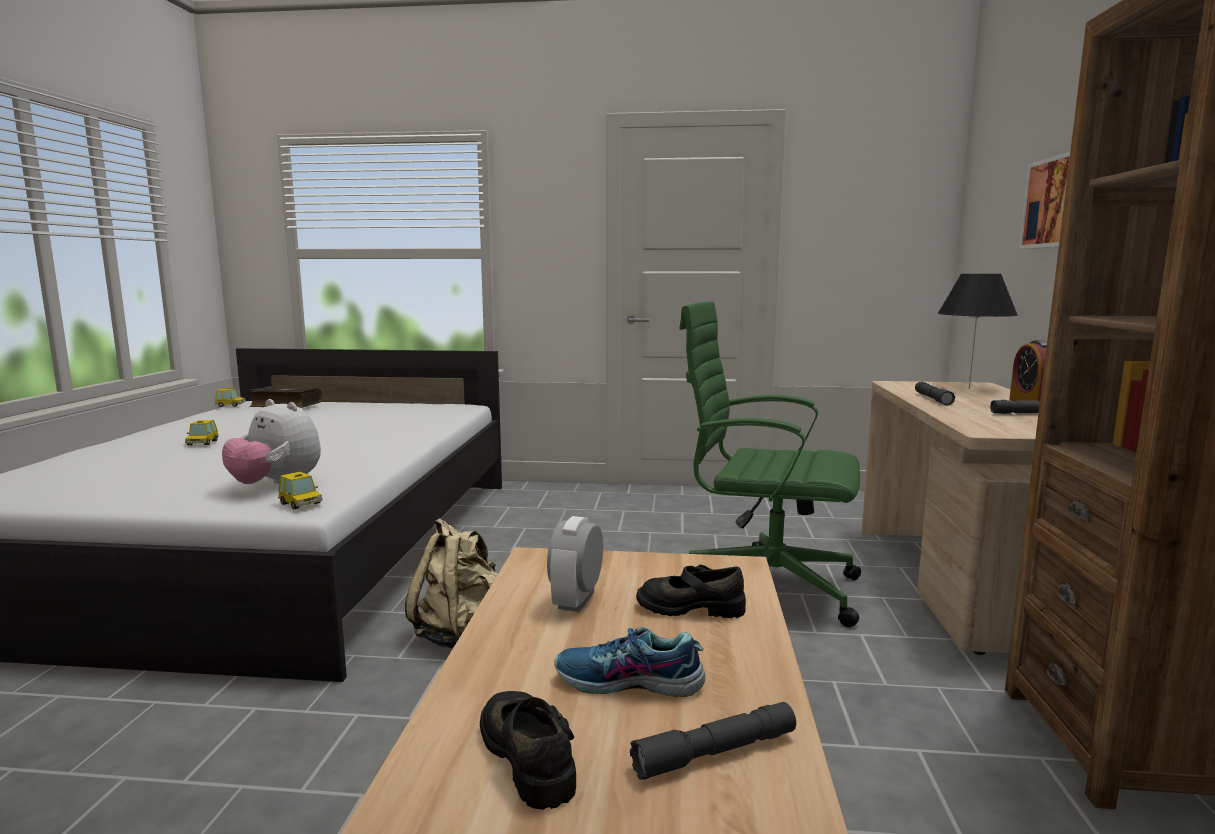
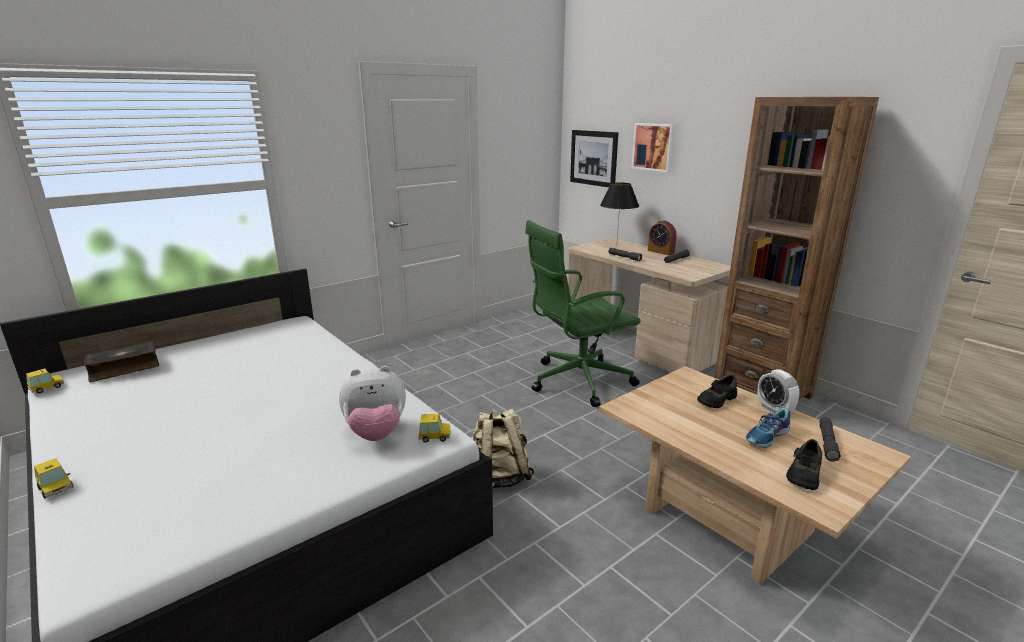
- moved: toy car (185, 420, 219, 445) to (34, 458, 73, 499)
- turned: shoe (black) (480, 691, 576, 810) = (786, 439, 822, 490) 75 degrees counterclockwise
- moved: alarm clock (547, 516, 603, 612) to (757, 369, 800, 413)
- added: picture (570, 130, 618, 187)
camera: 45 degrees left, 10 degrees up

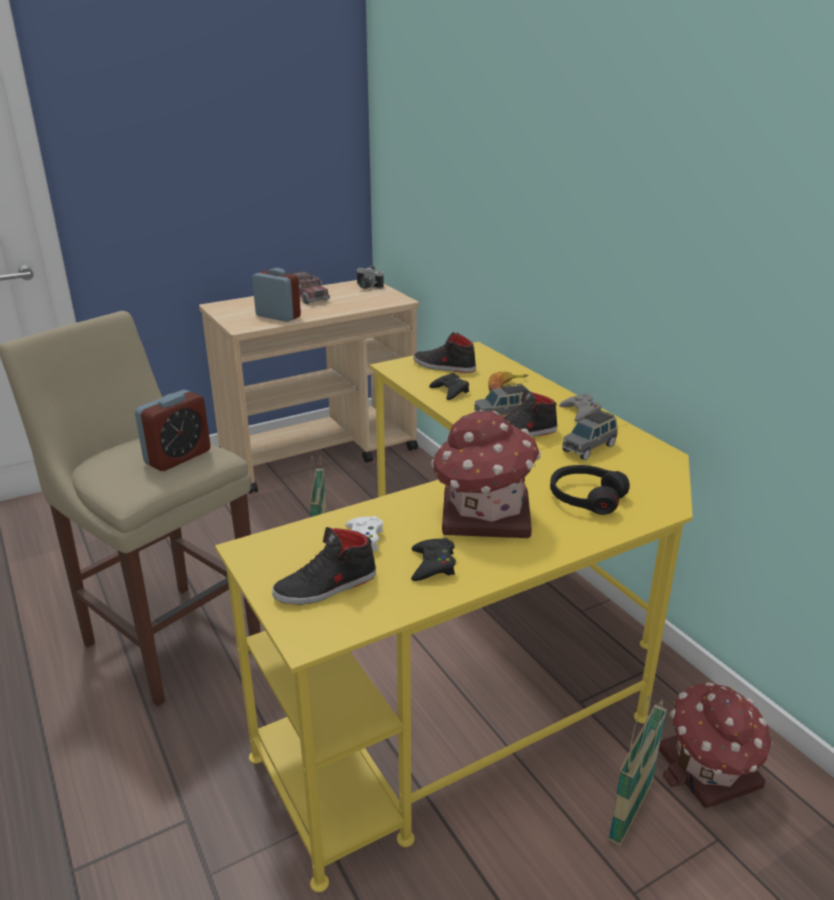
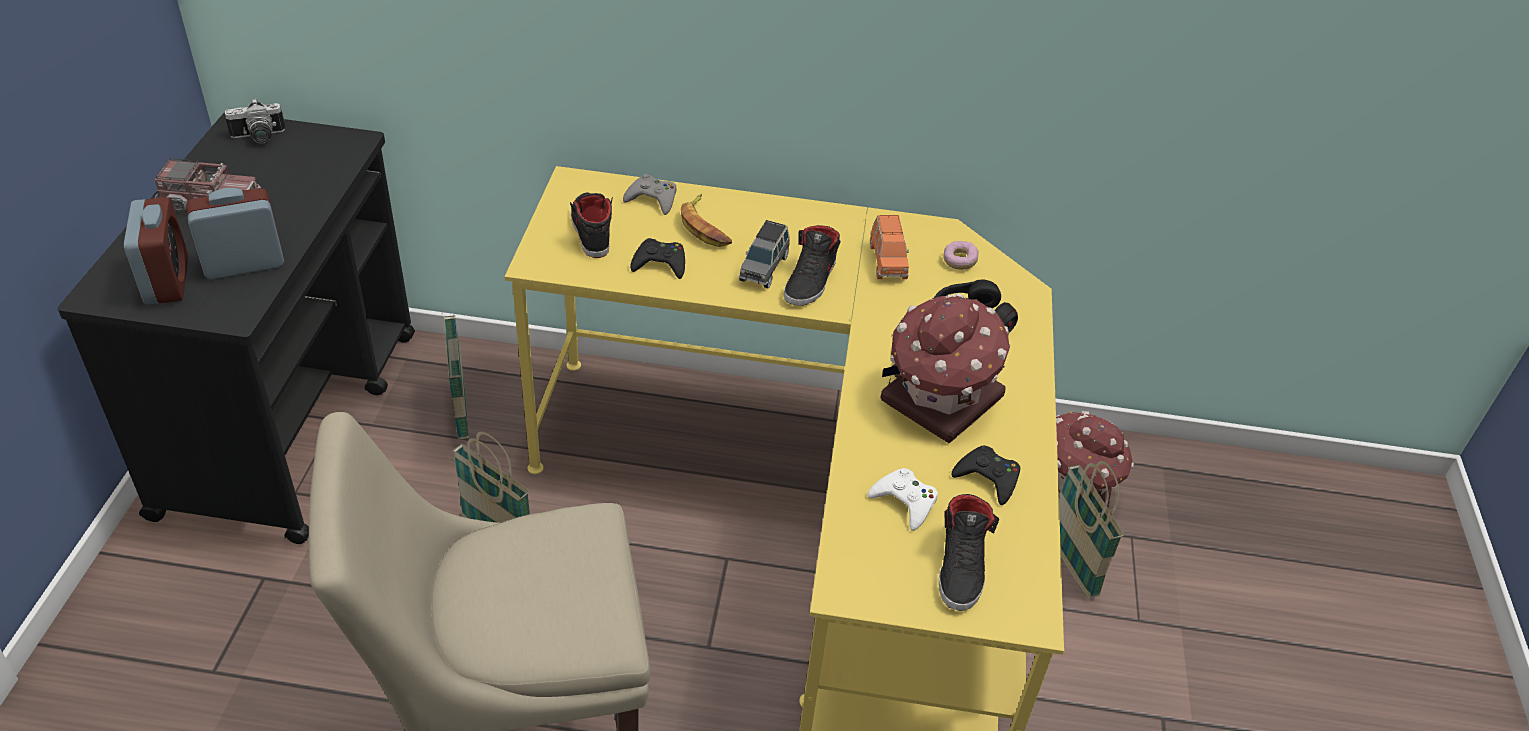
- moved: alarm clock (135, 390, 211, 471) to (124, 197, 188, 305)
- recoloured: cart (beige) (199, 280, 419, 494) to cart (black) (57, 113, 415, 544)
- turned: shoe (black) (413, 332, 476, 373) = (570, 193, 613, 258) 105 degrees clockwise
- moved: game controller (grey) (559, 393, 601, 422) to (623, 174, 676, 215)
- recoloured: toy car (grey) (562, 410, 618, 460) to toy car (orange) (870, 215, 909, 279)
- added: basket (442, 310, 469, 440)
- added: donut (943, 241, 979, 270)
camera: 55 degrees left, 15 degrees up

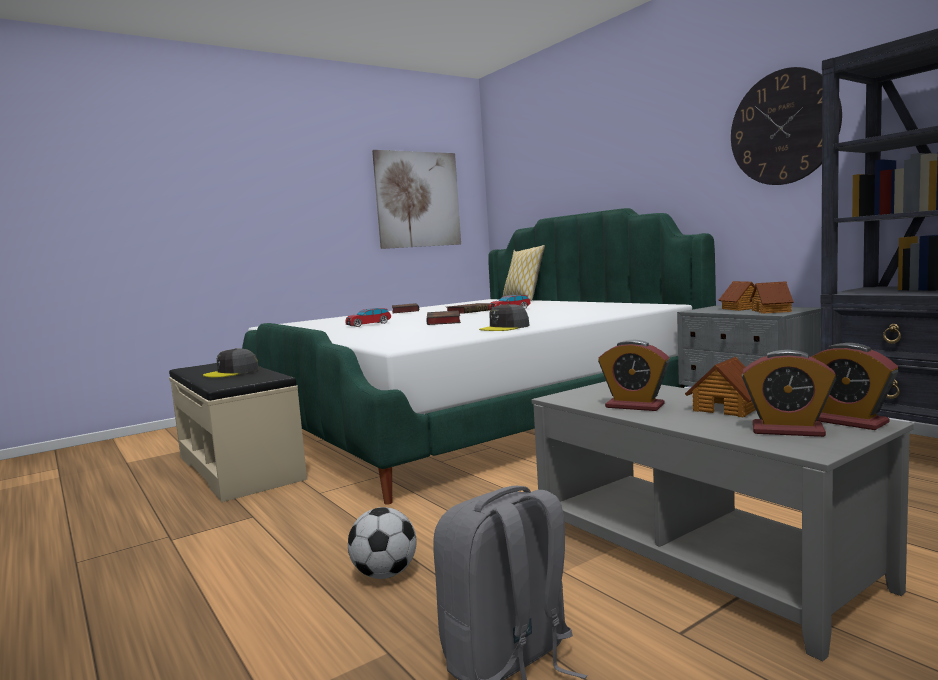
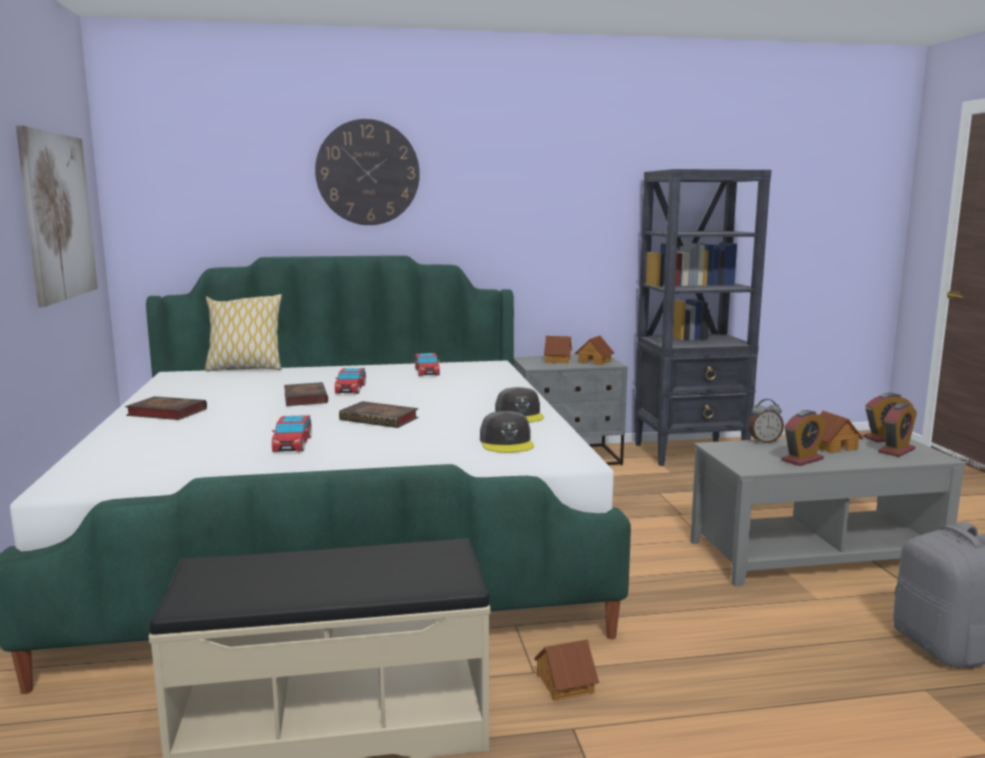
- moved: cap (grey) (203, 348, 259, 377) to (480, 411, 534, 453)
- removed: football (348, 507, 416, 579)
- moved: wall clock (731, 67, 842, 185) to (315, 119, 420, 225)
- added: toy car (415, 353, 440, 376)
- added: toy house (534, 639, 599, 701)
- added: alarm clock (749, 399, 784, 443)
camera: 65 degrees left, 5 degrees up

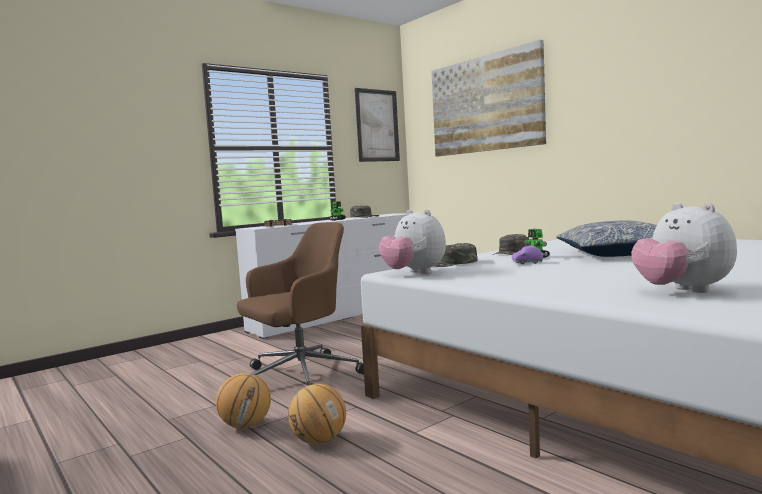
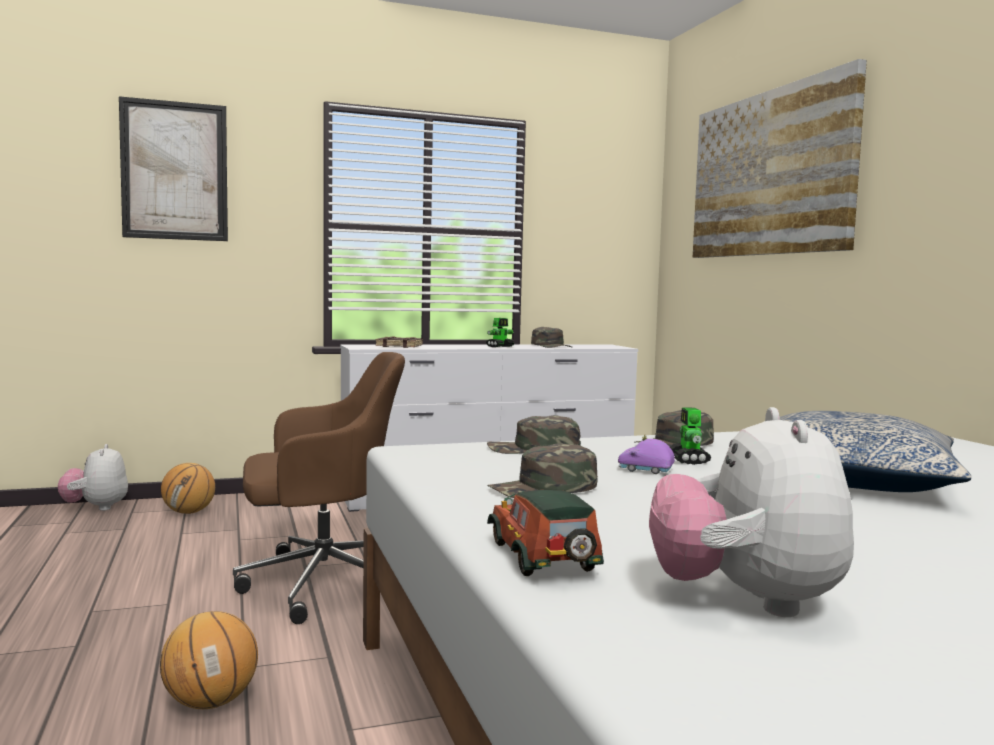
- moved: basketball (216, 373, 271, 428) to (161, 463, 215, 514)
- moved: picture (355, 88, 400, 162) to (119, 96, 228, 241)
- moved: plush toy (379, 210, 446, 274) to (58, 444, 128, 511)
- added: cap (green) (487, 444, 598, 498)
- added: toy car (487, 490, 604, 576)
camera: 20 degrees right, 0 degrees up

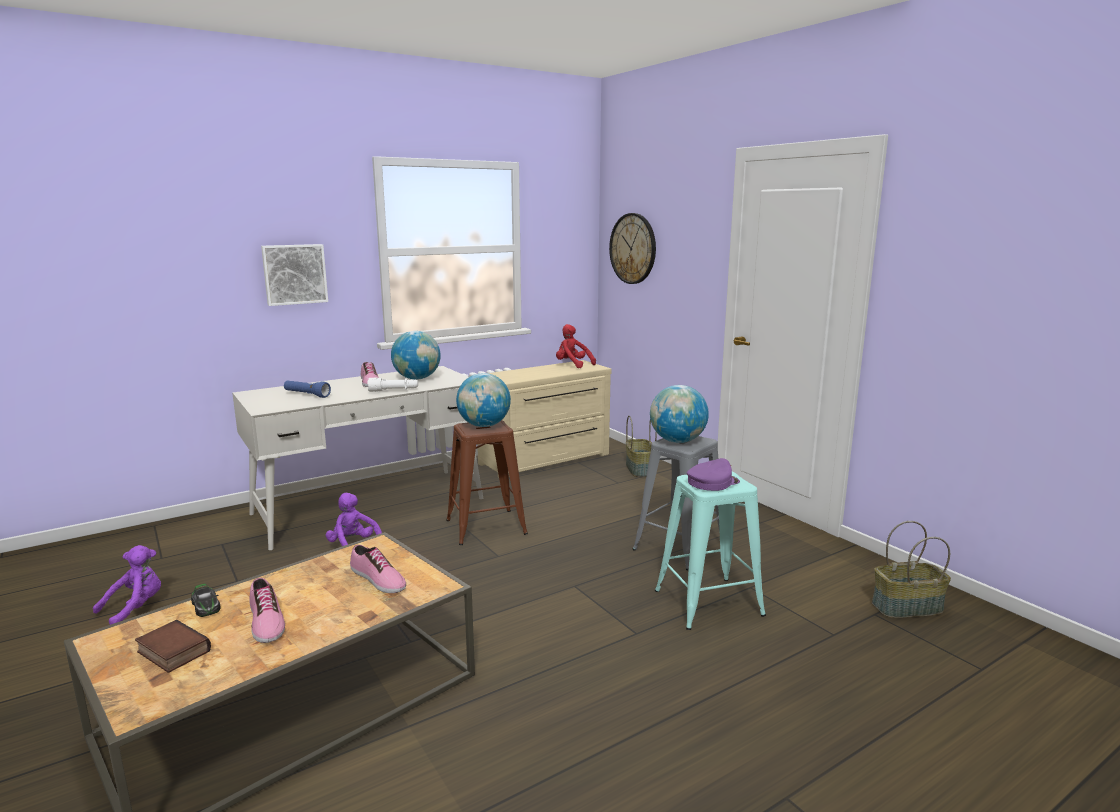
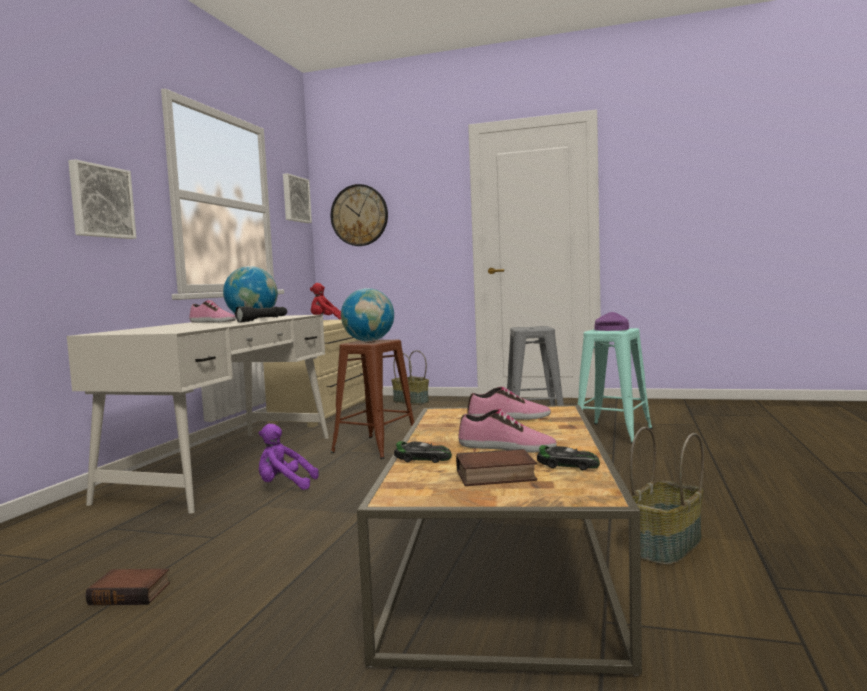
- replaced: plush toy (purple) (93, 545, 161, 625) to book (86, 569, 170, 605)
- removed: flashlight (blue) (284, 381, 331, 398)
- recoloured: flashlight (white) (367, 378, 418, 392) to flashlight (black) (235, 306, 287, 322)
- removed: globe (650, 385, 709, 443)
- moved: basket (872, 521, 951, 618) to (630, 427, 704, 565)
- added: picture (283, 173, 312, 223)
- added: toy car (537, 445, 600, 470)
camera: 40 degrees left, 10 degrees down

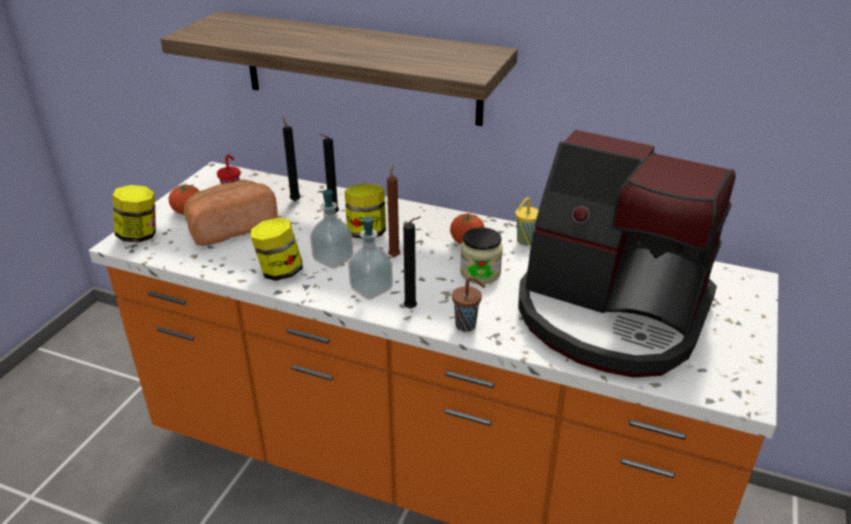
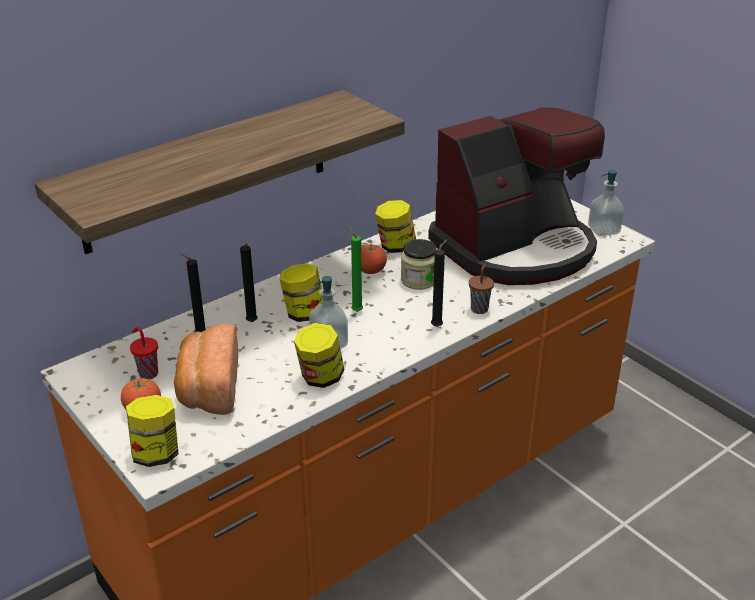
- moved: soap dispenser (348, 217, 393, 300) to (588, 170, 624, 236)
- recoloured: candle (brown) (387, 164, 400, 257) to candle (green) (347, 226, 363, 312)
- replaced: cup (yellow) (515, 197, 539, 246) to jar (375, 200, 416, 253)
camera: 60 degrees left, 0 degrees up

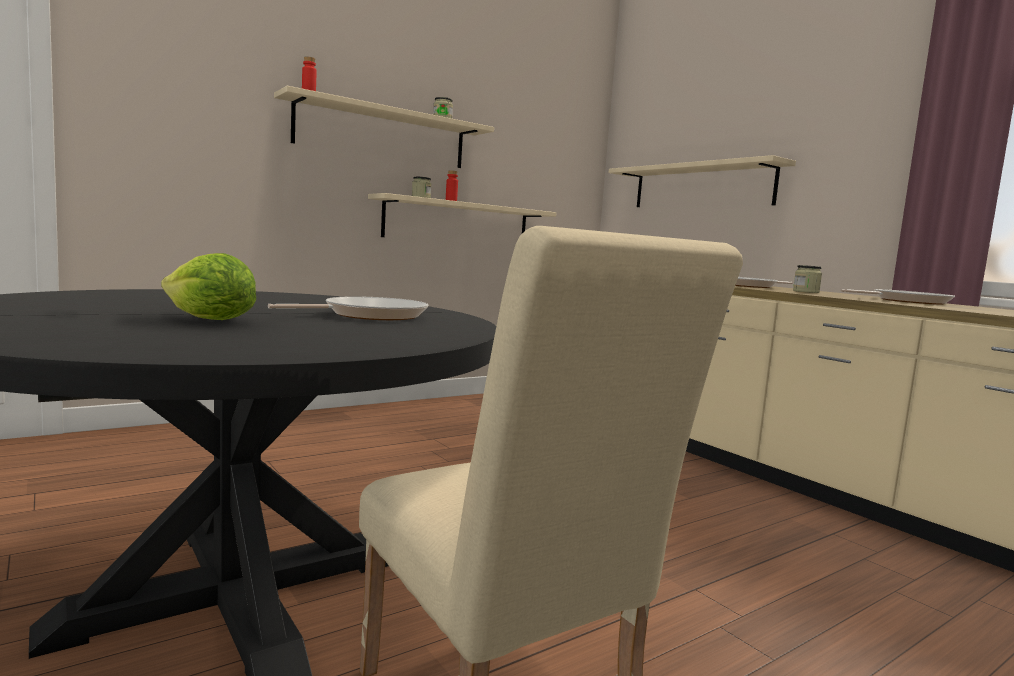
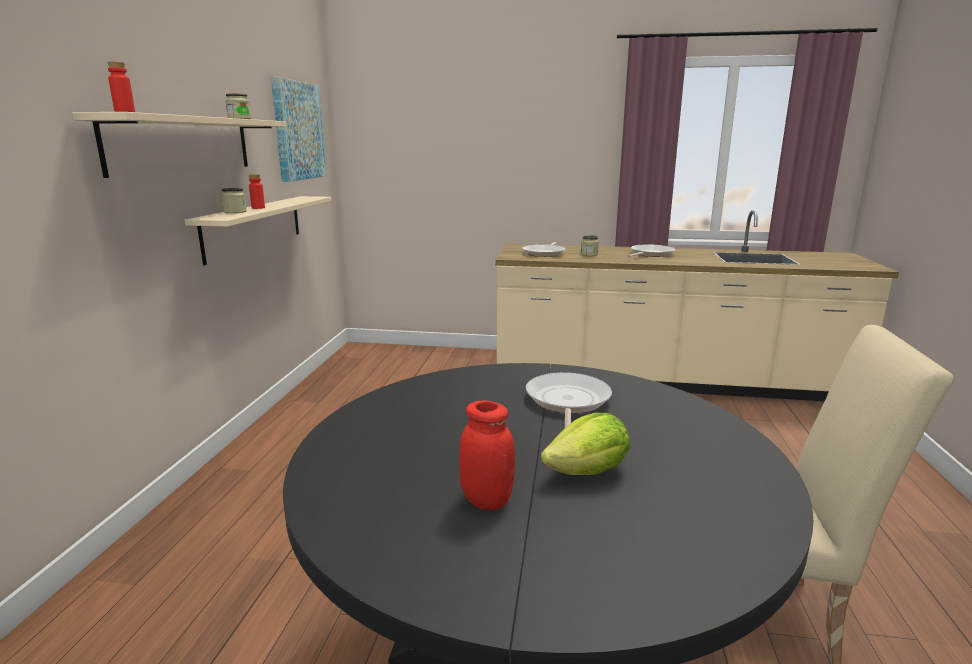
- removed: shelf (beige) (609, 155, 796, 207)
- added: picture (271, 77, 327, 182)
- added: jar (red) (459, 401, 515, 510)
camera: 45 degrees left, 10 degrees up

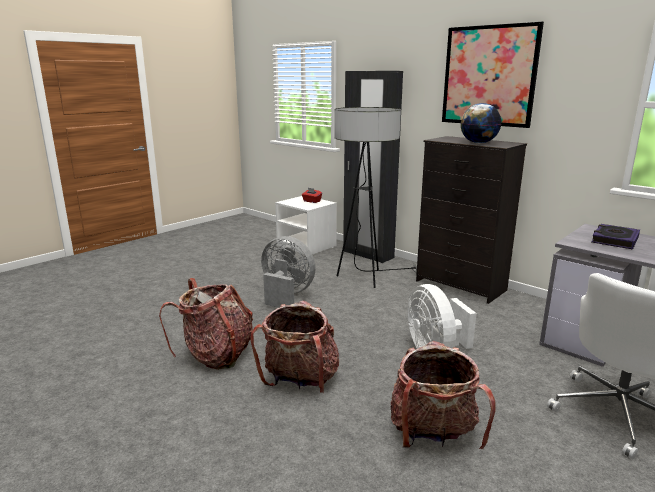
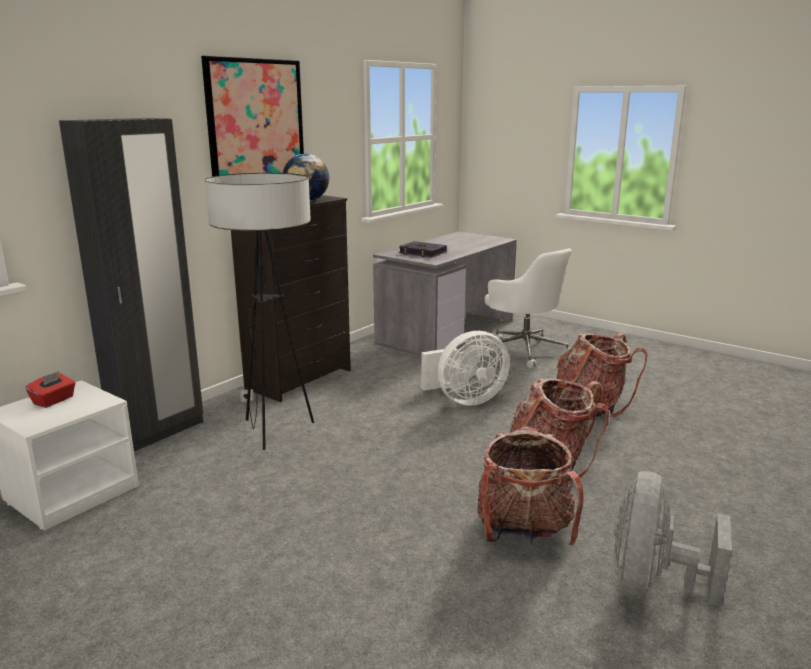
- moved: fan (grey) (261, 236, 316, 308) to (614, 471, 732, 607)
camera: 95 degrees left, 0 degrees up

